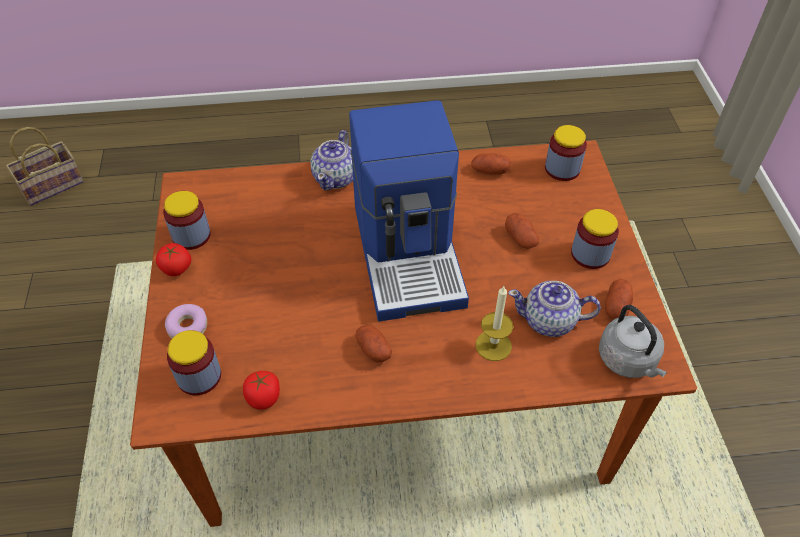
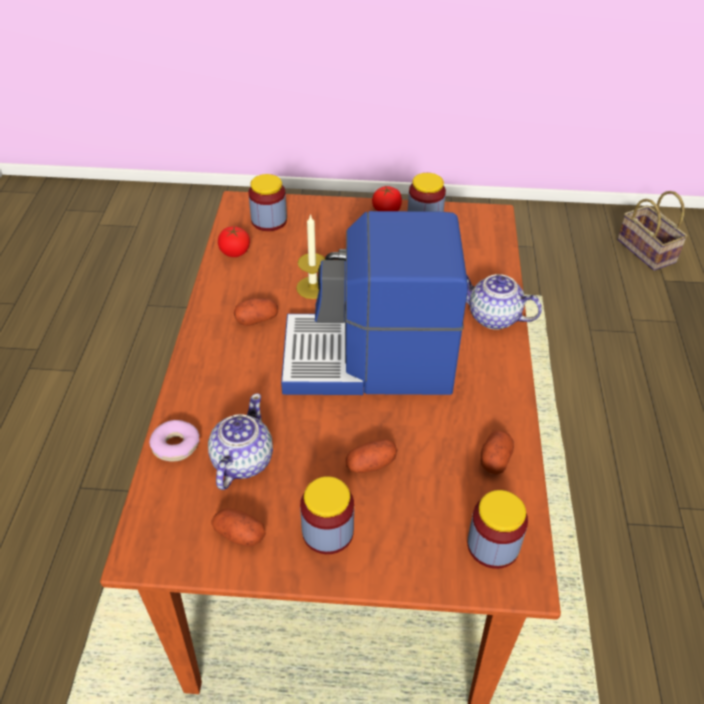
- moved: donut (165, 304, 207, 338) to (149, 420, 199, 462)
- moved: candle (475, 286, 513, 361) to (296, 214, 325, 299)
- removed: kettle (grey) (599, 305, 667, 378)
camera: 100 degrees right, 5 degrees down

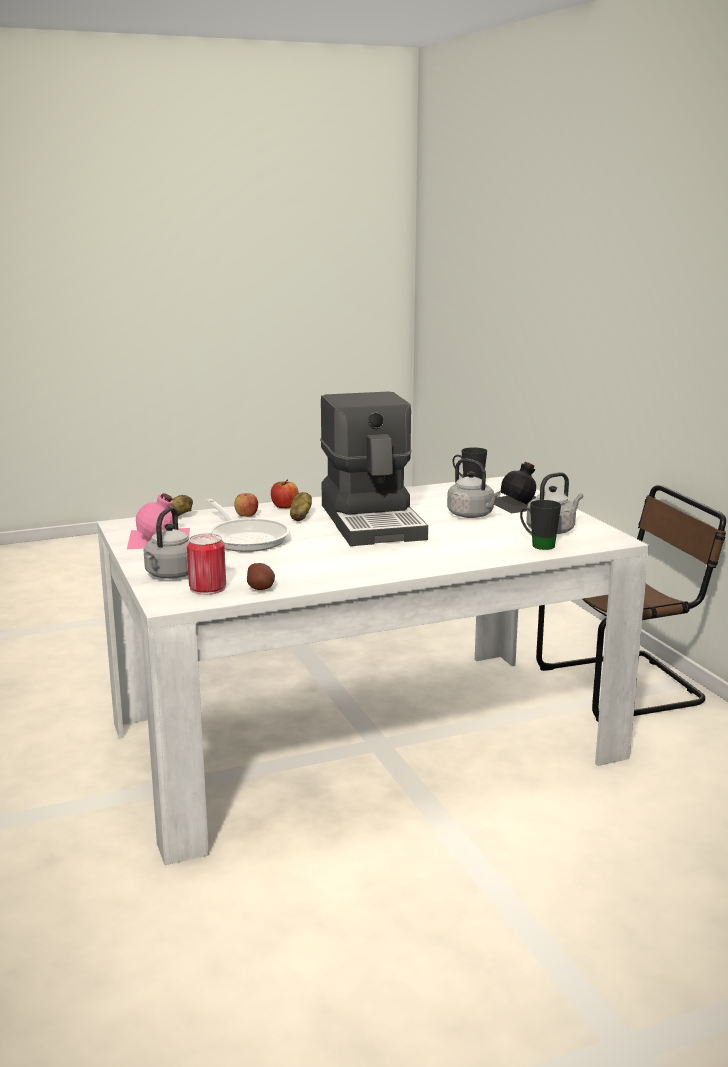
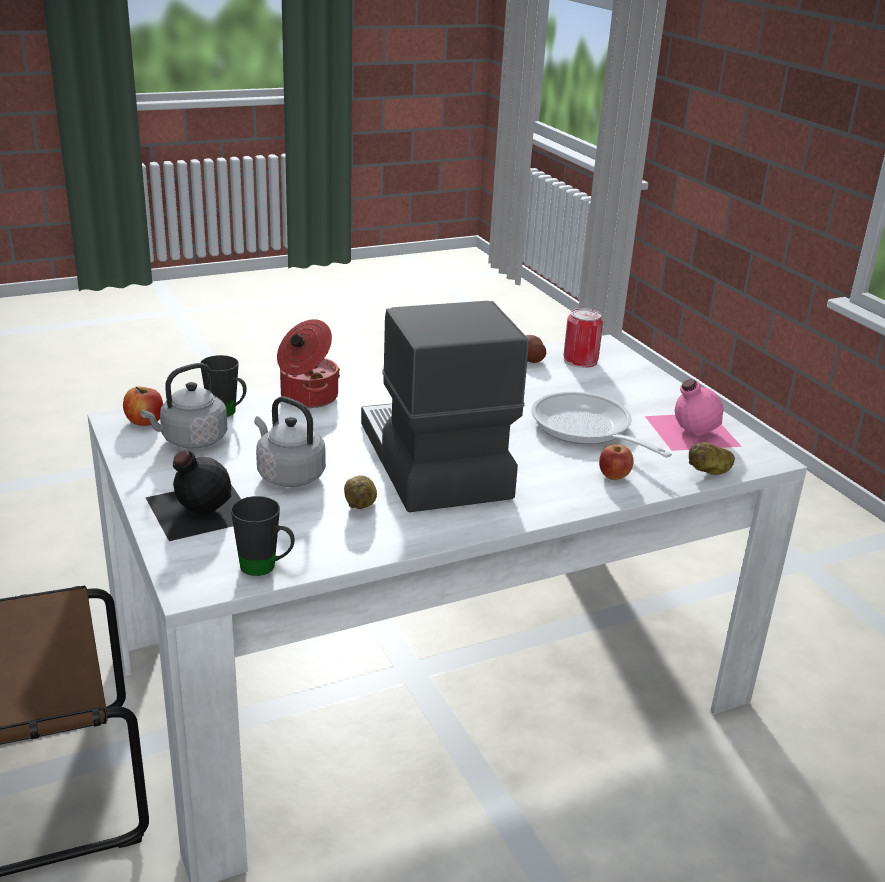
- removed: kettle (grey) (143, 507, 190, 579)
- moved: apple (271, 479, 299, 508) to (123, 387, 163, 426)
- moved: potato (290, 492, 312, 521) to (344, 475, 377, 509)
- added: cooking pot (277, 319, 340, 408)
camera: 175 degrees right, 10 degrees up

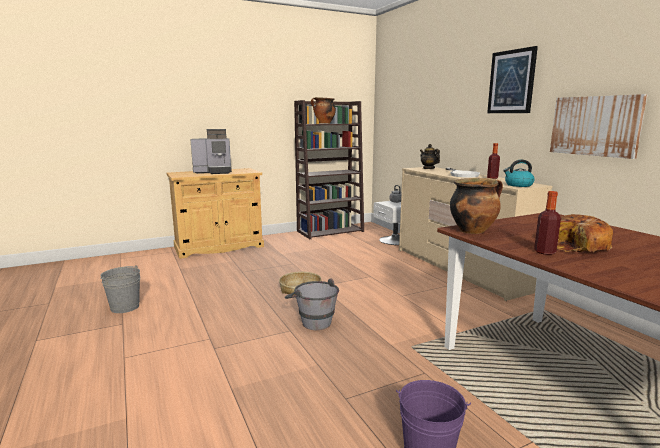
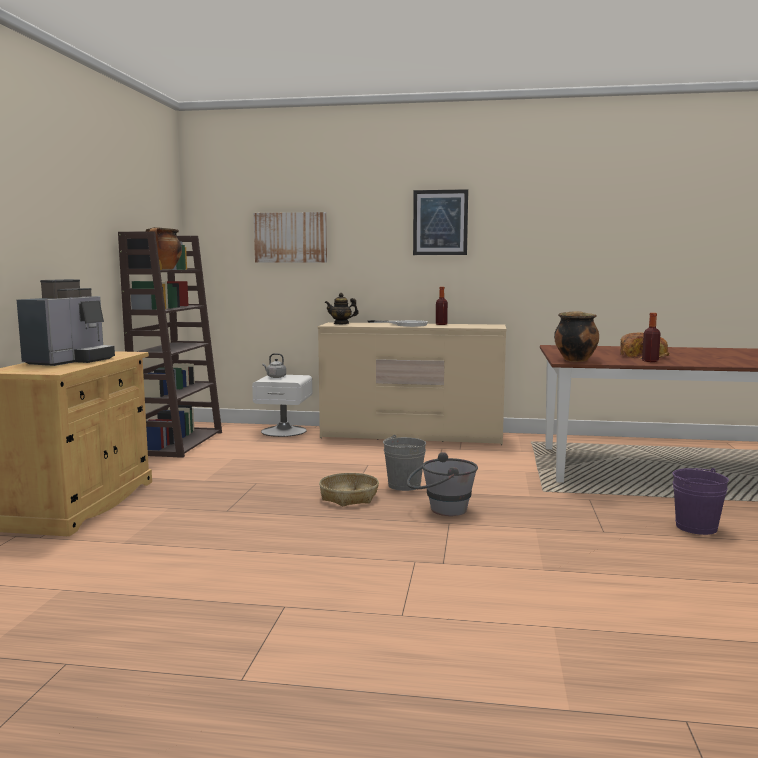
- moved: bucket (grey) (100, 265, 140, 313) to (383, 435, 426, 491)
- removed: kettle (503, 160, 535, 187)
- moved: picture (550, 94, 648, 159) to (254, 212, 327, 263)
camera: 55 degrees left, 5 degrees down

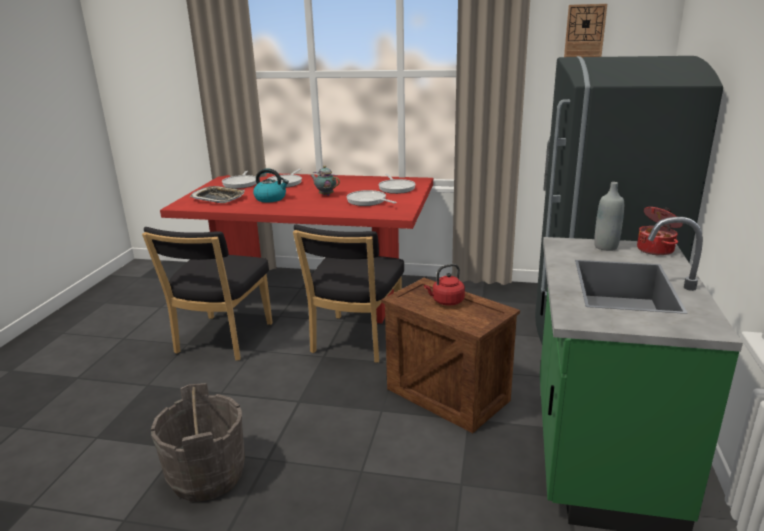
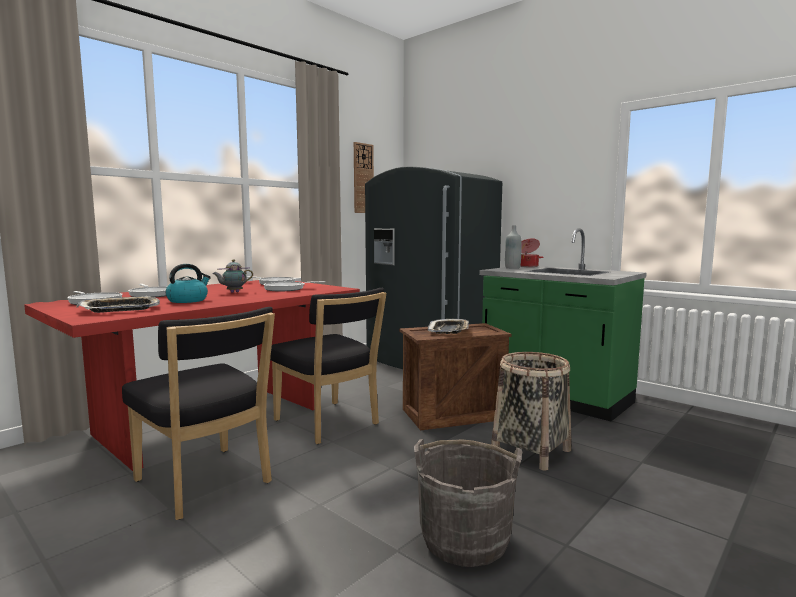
- replaced: kettle (red) (424, 264, 465, 306) to tray (427, 319, 469, 334)
- added: basket (491, 352, 571, 471)
camera: 60 degrees left, 15 degrees down

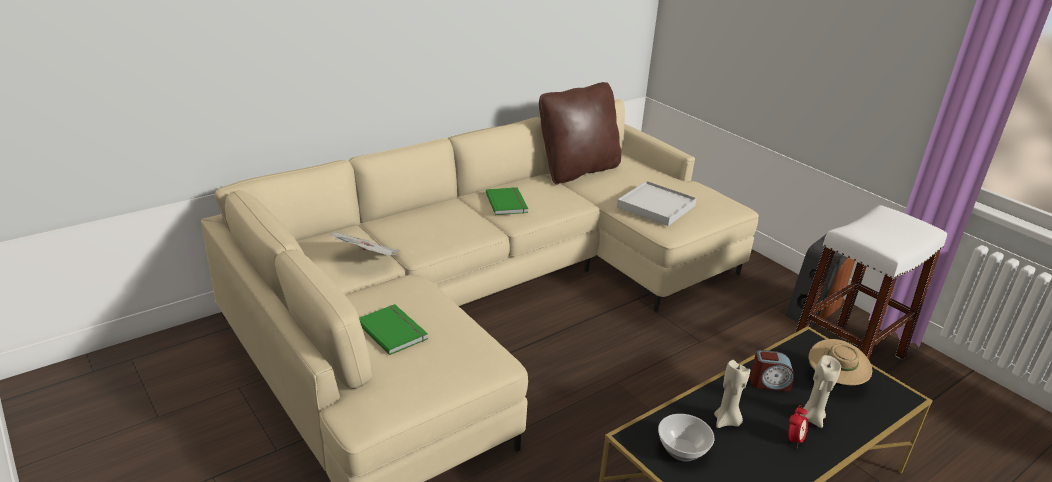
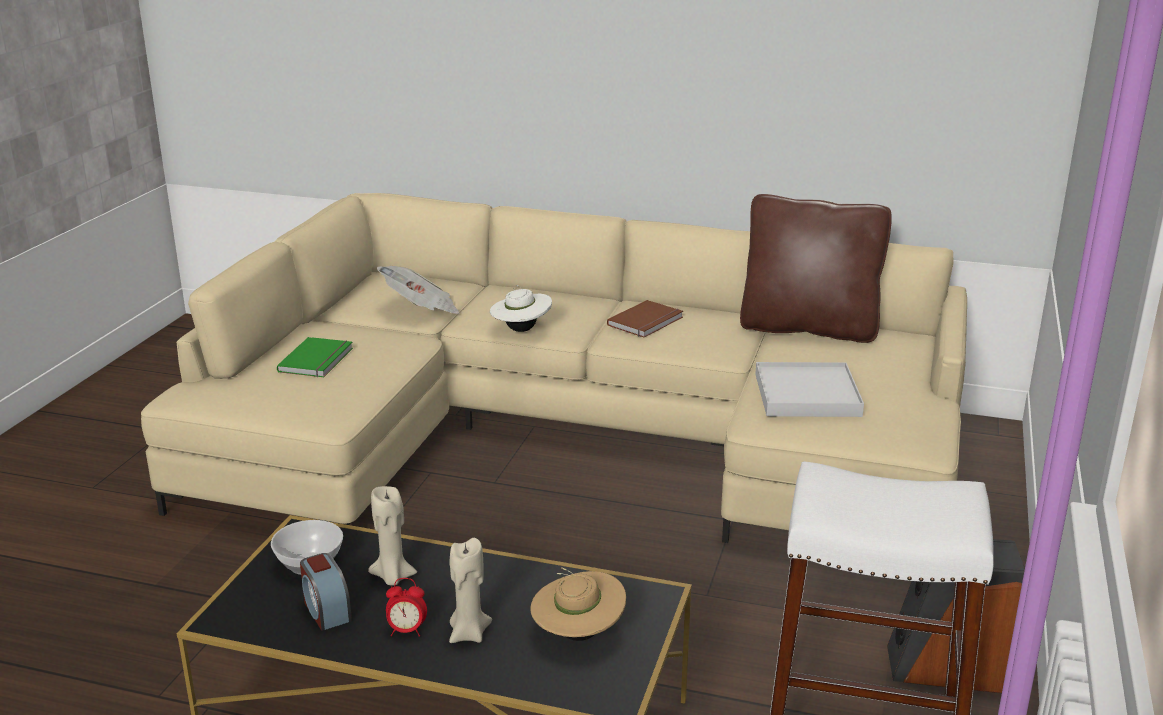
- recoloured: book (green) (486, 187, 528, 215) to book (brown) (607, 300, 683, 337)
- moved: alarm clock (750, 350, 794, 392) to (300, 553, 352, 631)
- added: hat (white) (490, 284, 552, 332)
camera: 55 degrees right, 5 degrees down

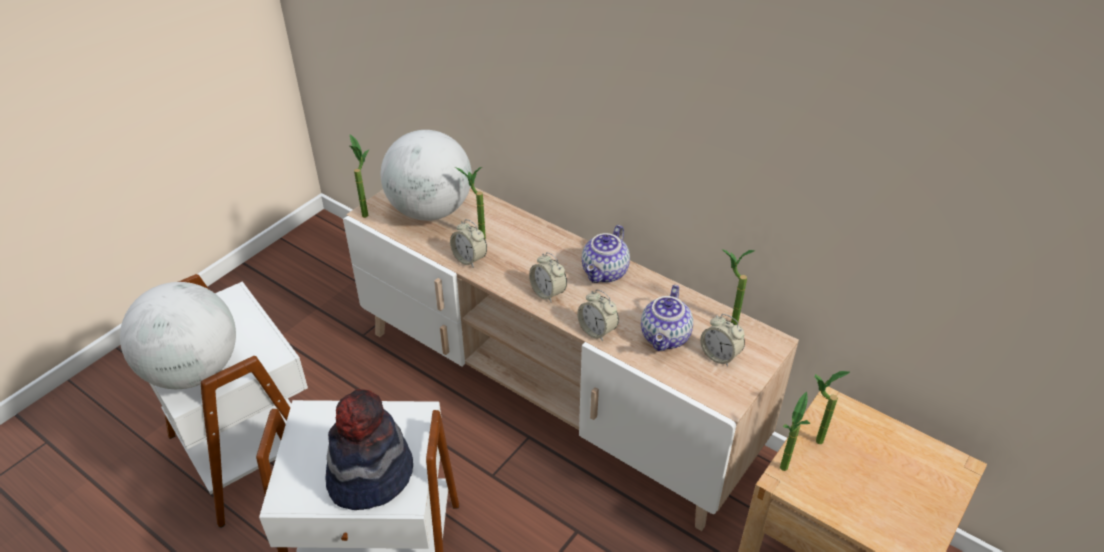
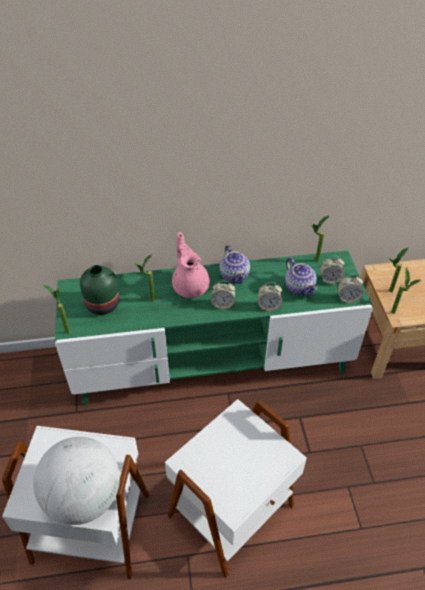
- removed: hat (325, 389, 413, 510)
- recoloured: tv stand (beige) (343, 187, 799, 531) to tv stand (green) (55, 250, 373, 406)
- replaced: globe (381, 130, 472, 221) to vase (green) (80, 265, 120, 315)
- moved: alarm clock (450, 219, 487, 268) to (337, 274, 363, 303)
- added: teapot (pink) (172, 232, 210, 298)
camera: 45 degrees left, 5 degrees up

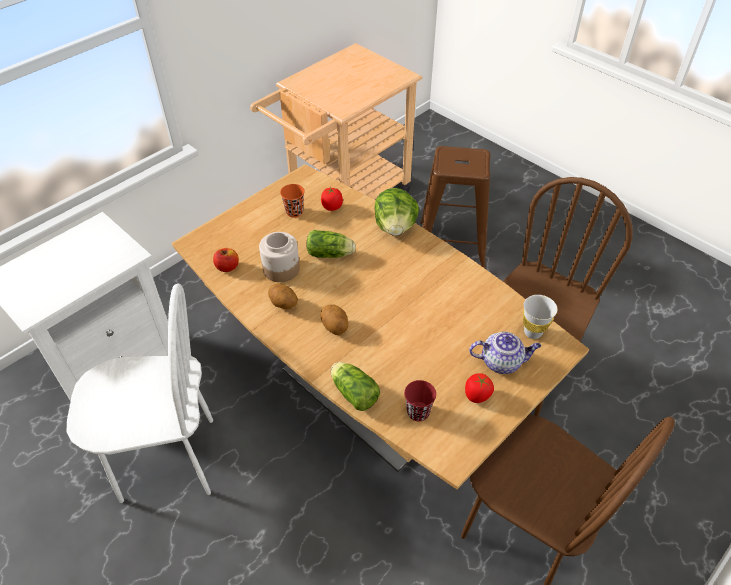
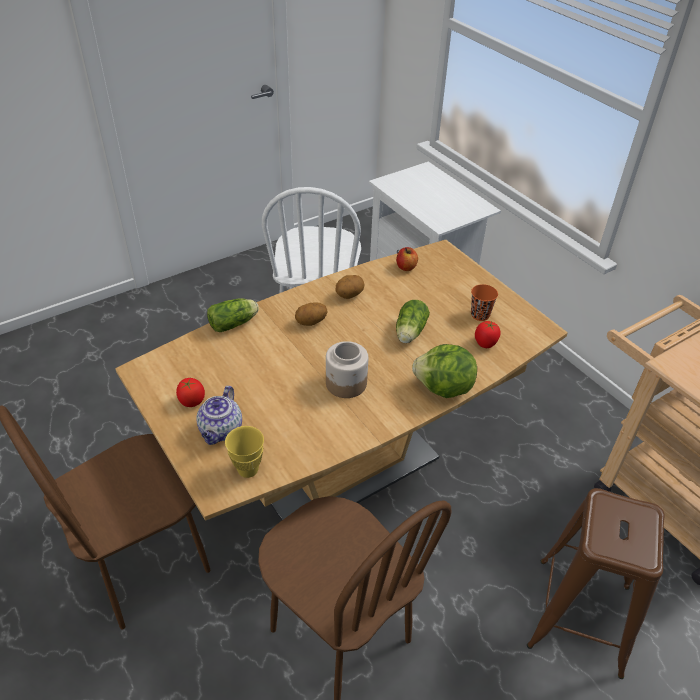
- moved: jar (259, 232, 300, 282) to (326, 341, 368, 398)
- removed: cup (red) (404, 380, 436, 421)
- recoloured: cup (white) (523, 295, 557, 339) to cup (yellow) (225, 426, 264, 478)
camera: 100 degrees right, 5 degrees down

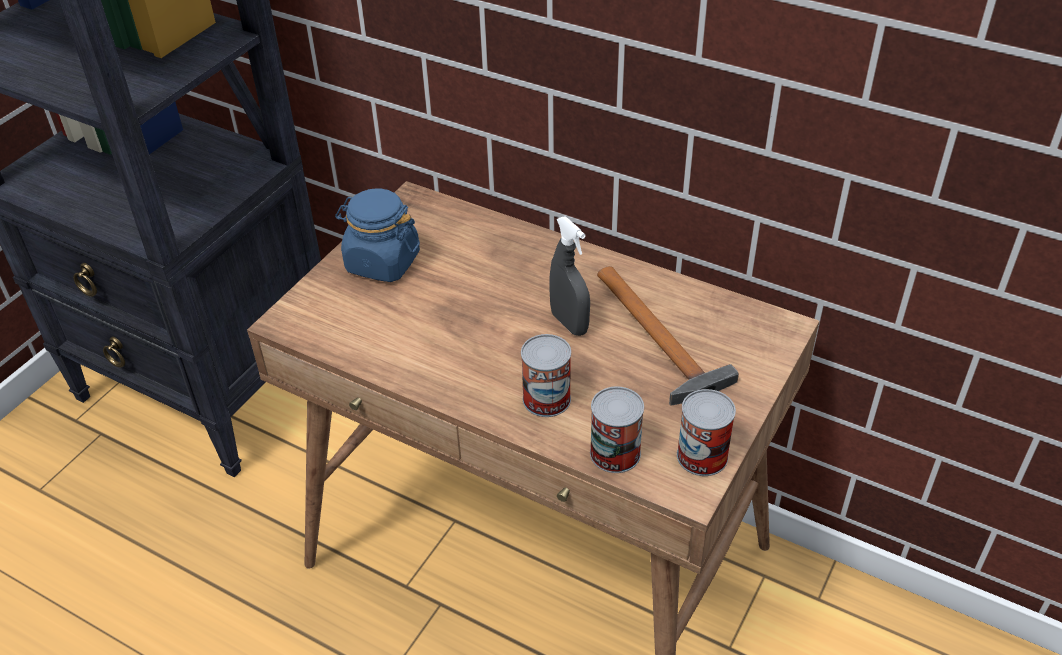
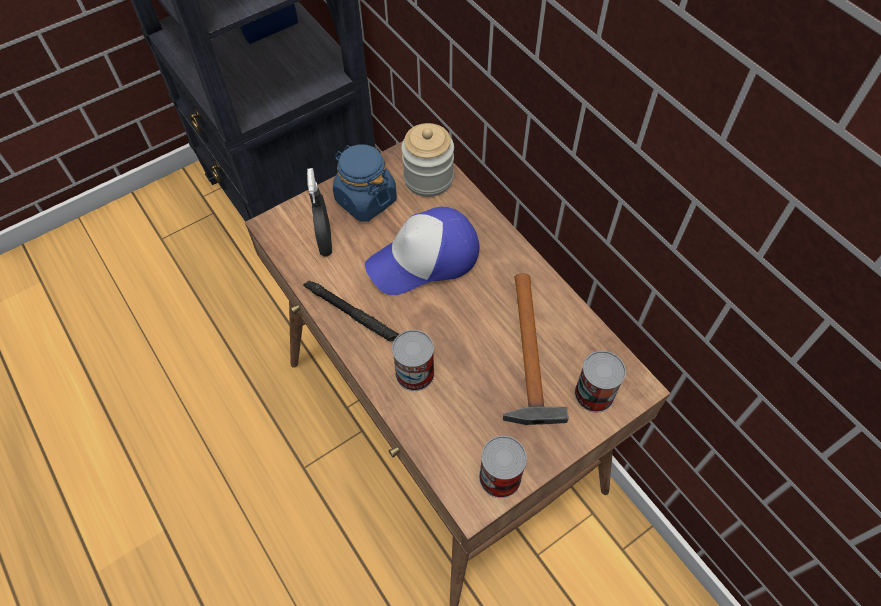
- moved: spray bottle (grey) (549, 217, 590, 336) to (307, 168, 332, 256)
- moved: can (590, 387, 644, 473) to (574, 351, 626, 412)
- added: flashlight (black) (303, 280, 399, 342)
- added: cap (365, 207, 480, 295)
- added: jar (401, 123, 454, 197)
camera: 25 degrees right, 15 degrees up

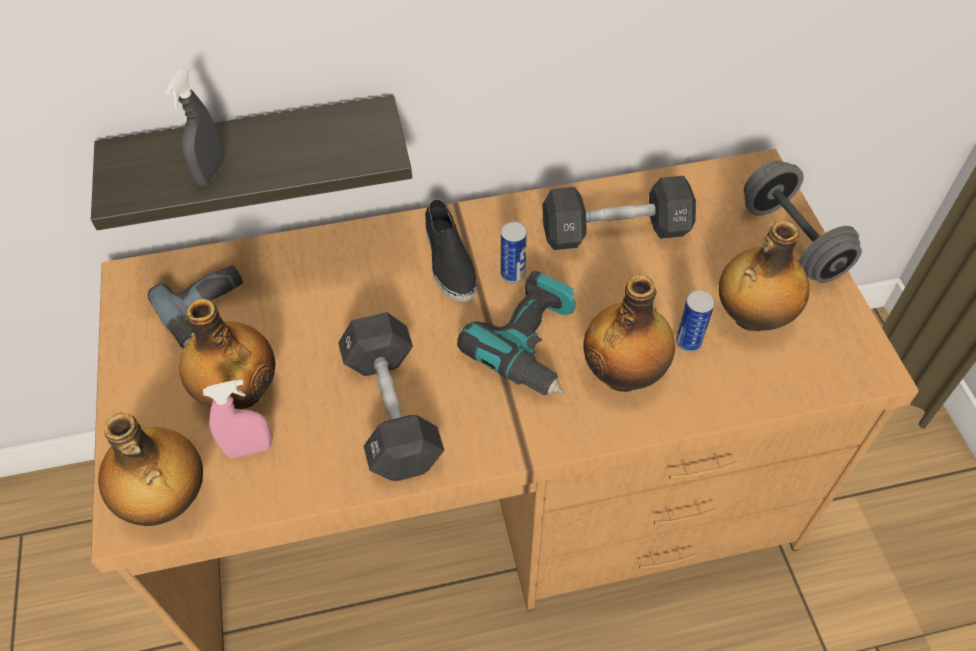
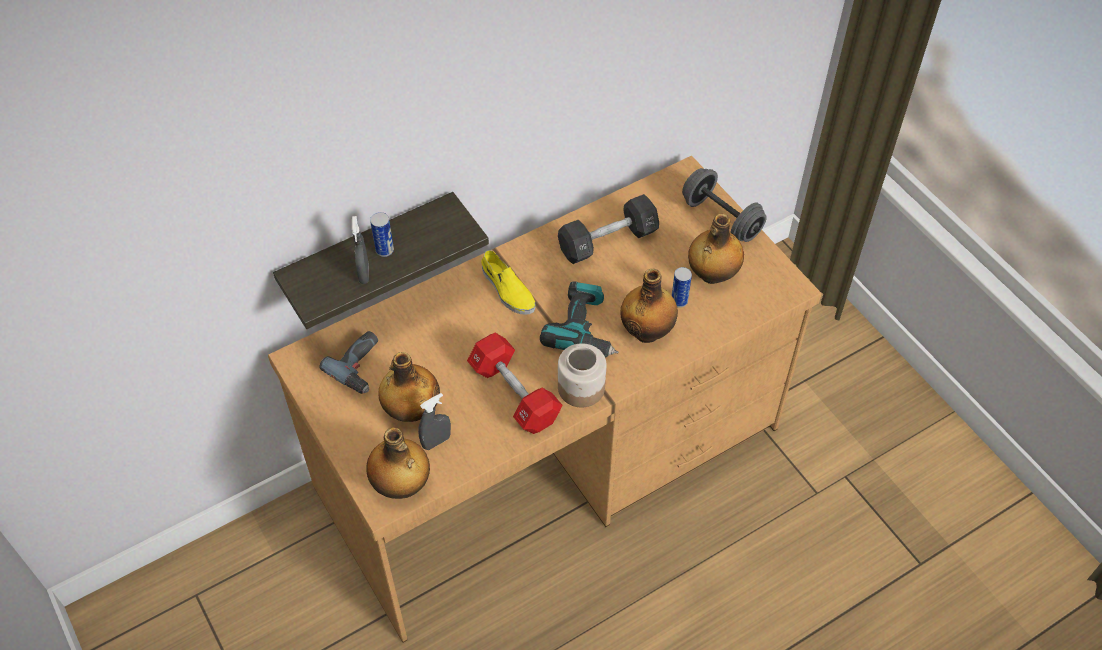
- recoloured: spray bottle (pink) (203, 379, 272, 458) to spray bottle (grey) (418, 393, 451, 450)
- recoloured: dumbbell (black) (338, 312, 445, 481) to dumbbell (red) (467, 333, 562, 434)
- recoloured: shoe (black) (425, 199, 477, 302) to shoe (yellow) (481, 250, 535, 314)
- moved: can (501, 222, 527, 283) to (370, 212, 394, 257)
- added: jar (558, 343, 607, 407)
camera: 20 degrees left, 0 degrees up

